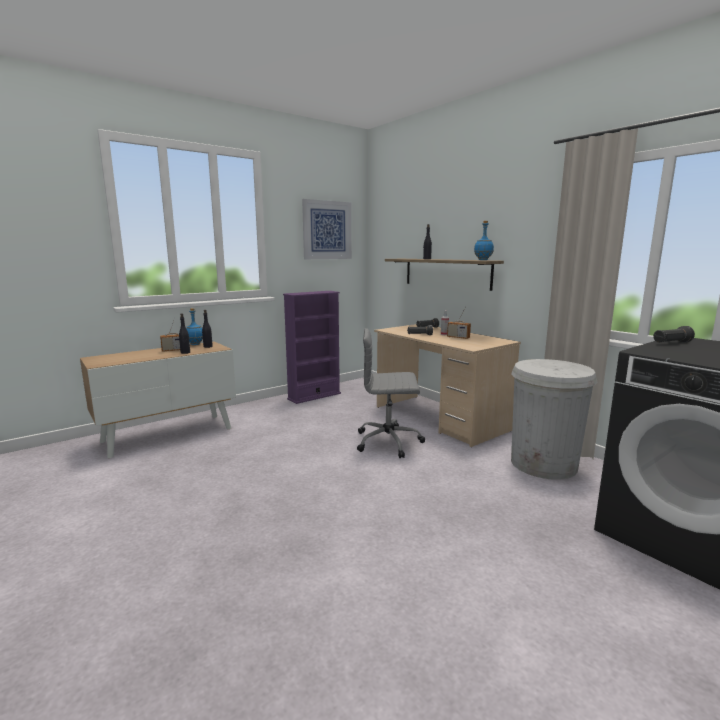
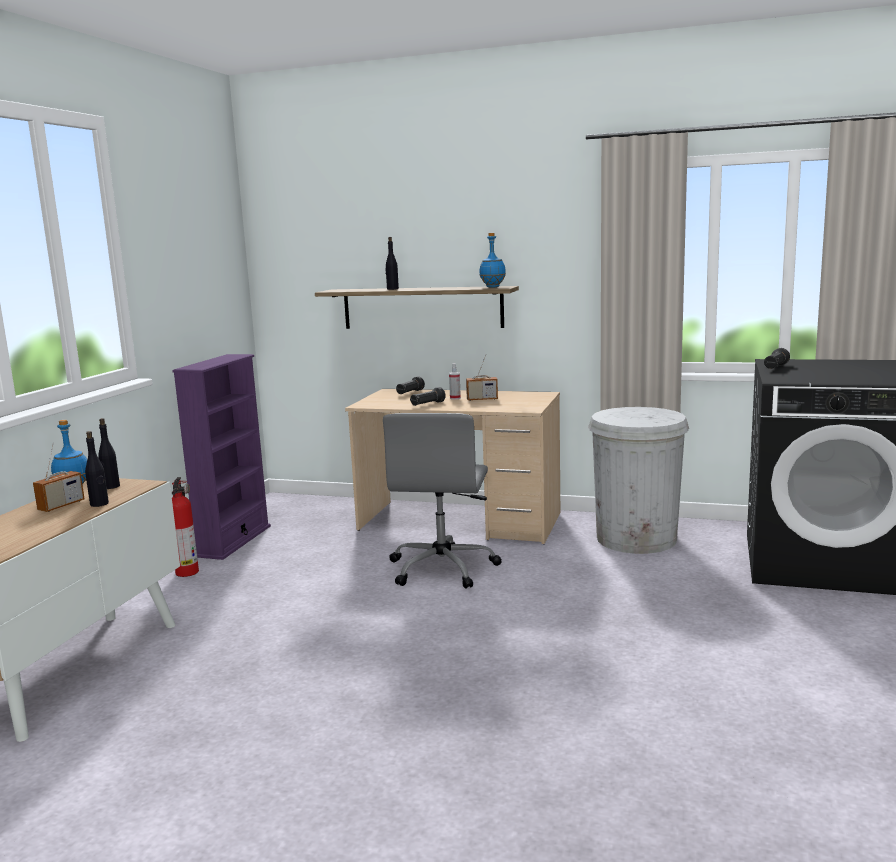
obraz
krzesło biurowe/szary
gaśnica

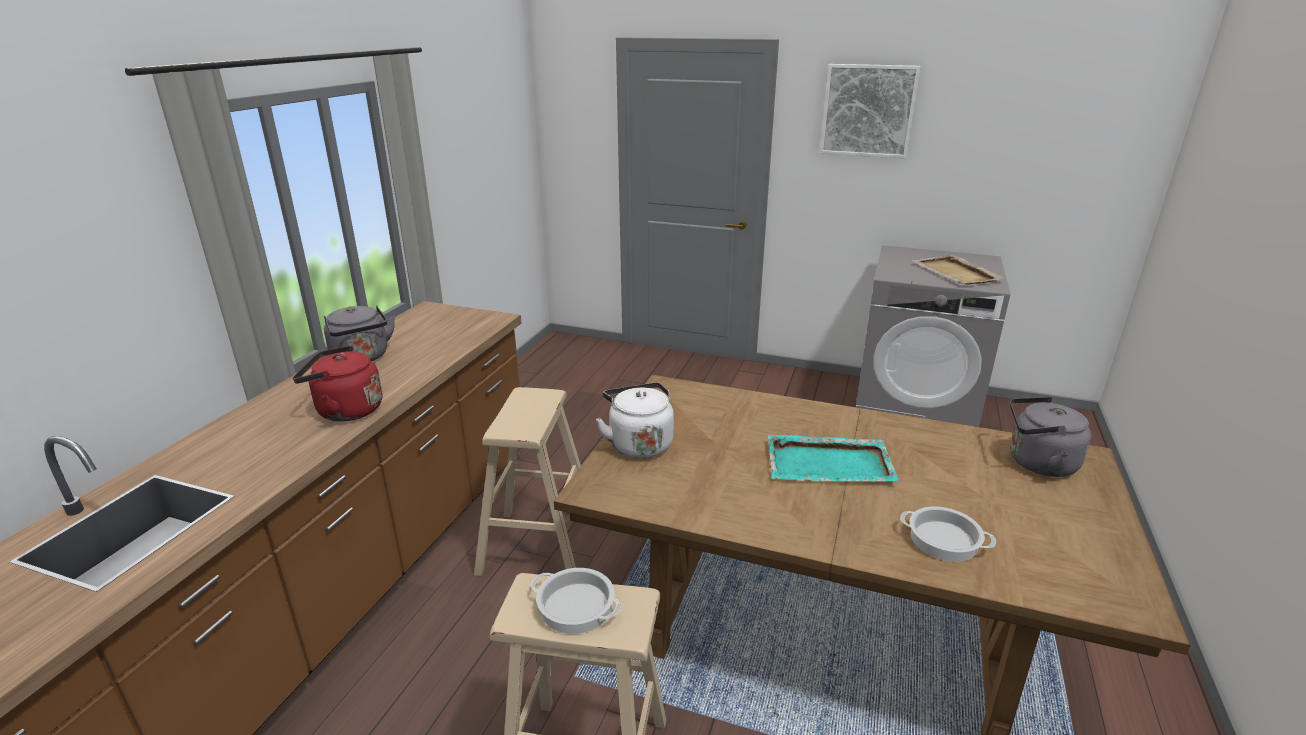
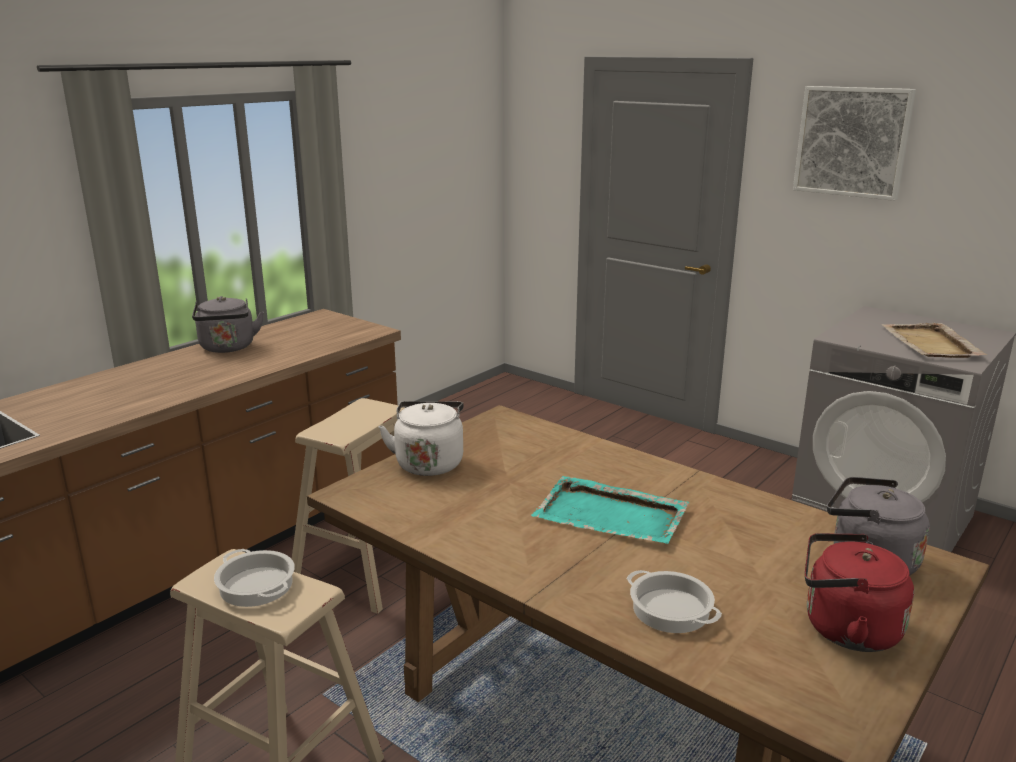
czajnik/czerwony

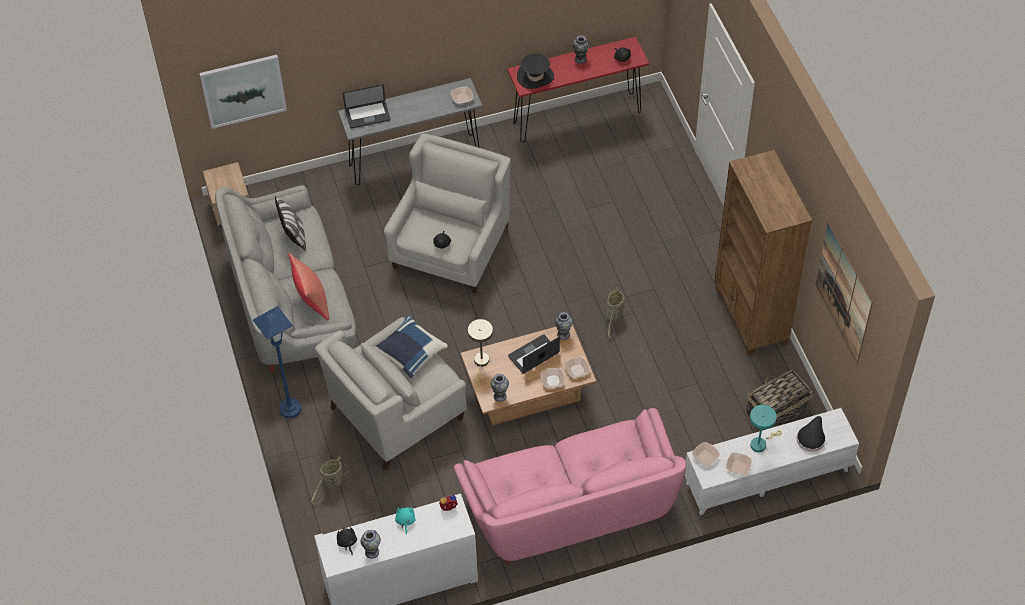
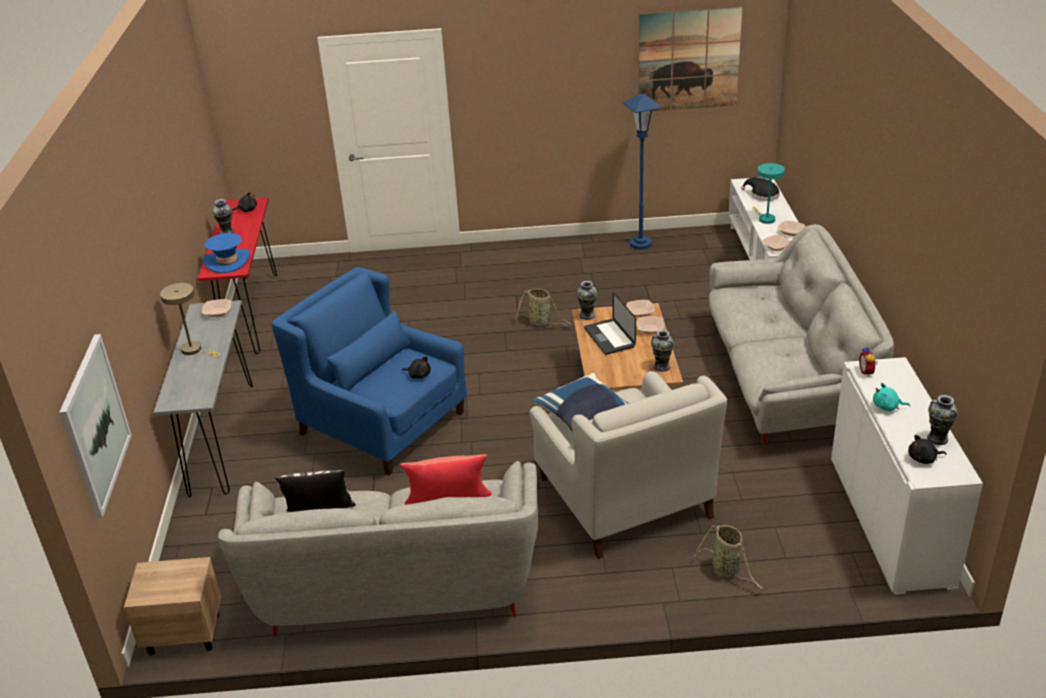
lampa stojąca/niebieski
laptop (no. 1 from left in the first image)
fotel/niebieski
kanapa/szary (no. 2 from left)
lampa stołowa/beżowy
kapelusz/niebieski
regał/brązowy
koszyk (no. 3 from left in the first image)

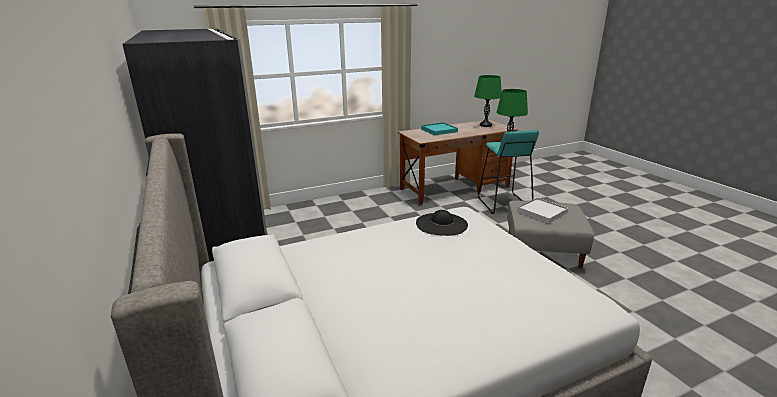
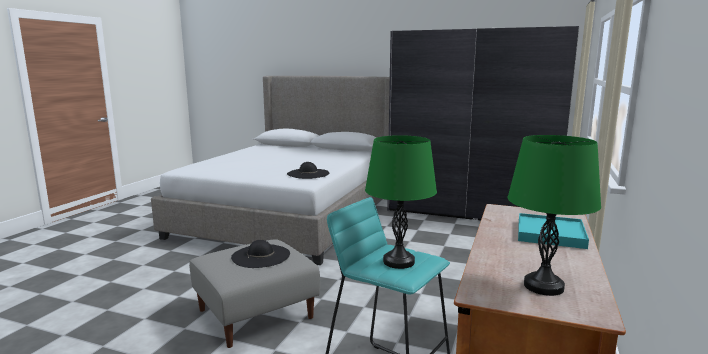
kapelusz/czarny (no. 1 from left)

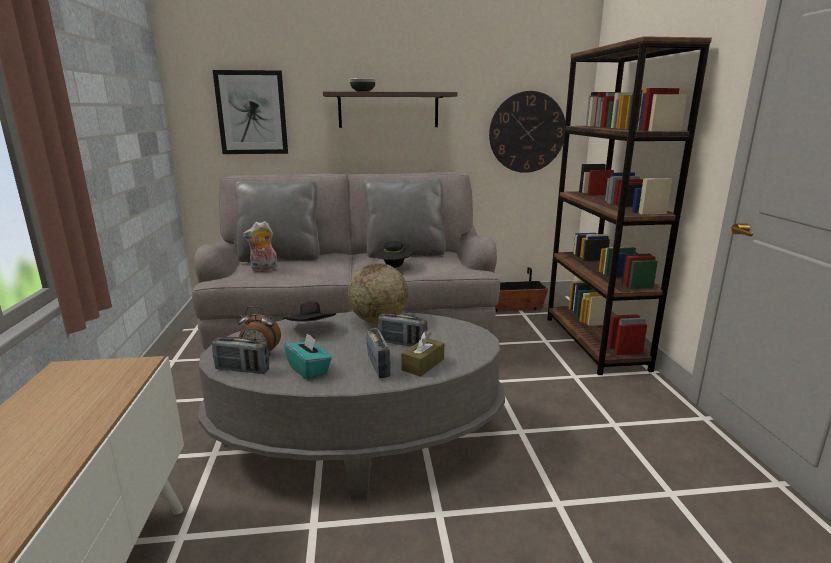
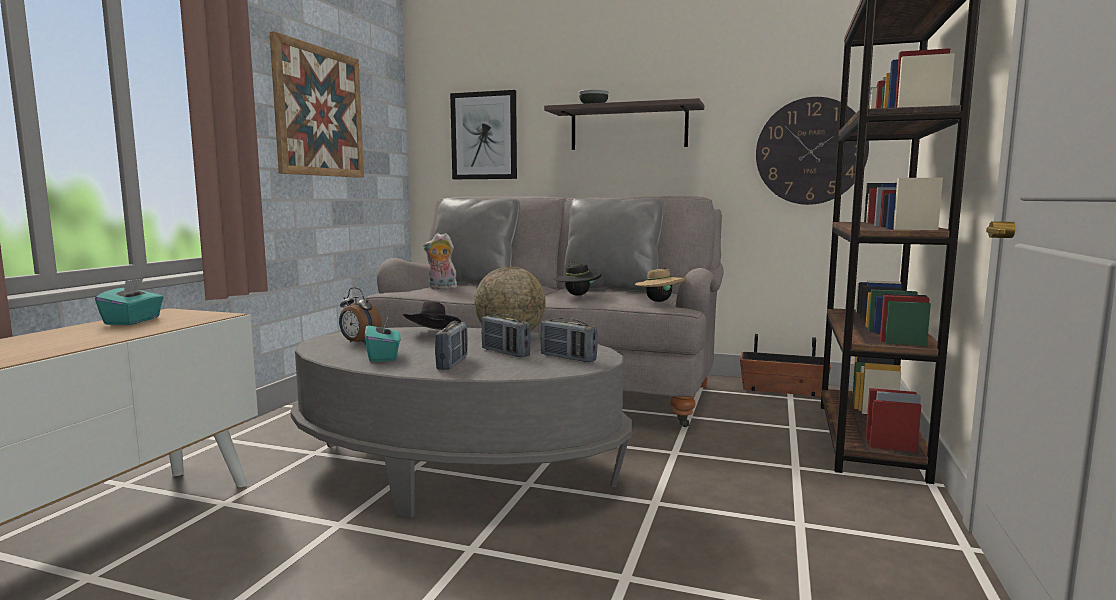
radio (no. 3 from left)
pudełko chusteczek/brązowy
pudełko chusteczek/turkusowy (no. 1 from left)
obraz (no. 1 from left)
kapelusz/beżowy

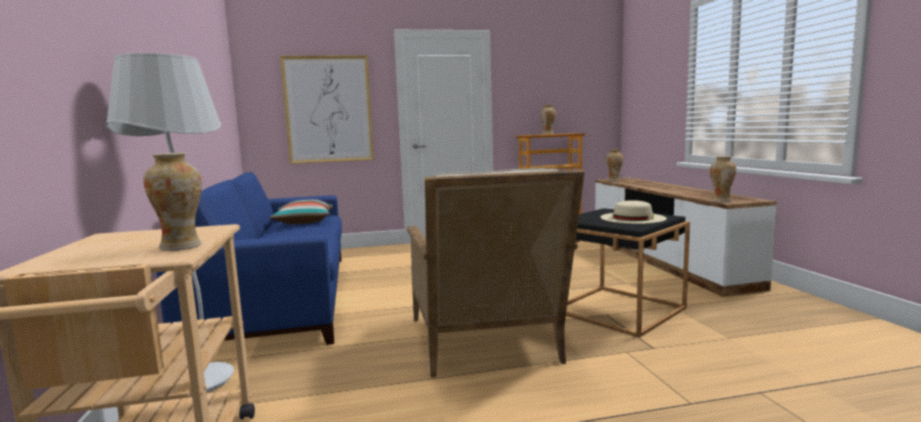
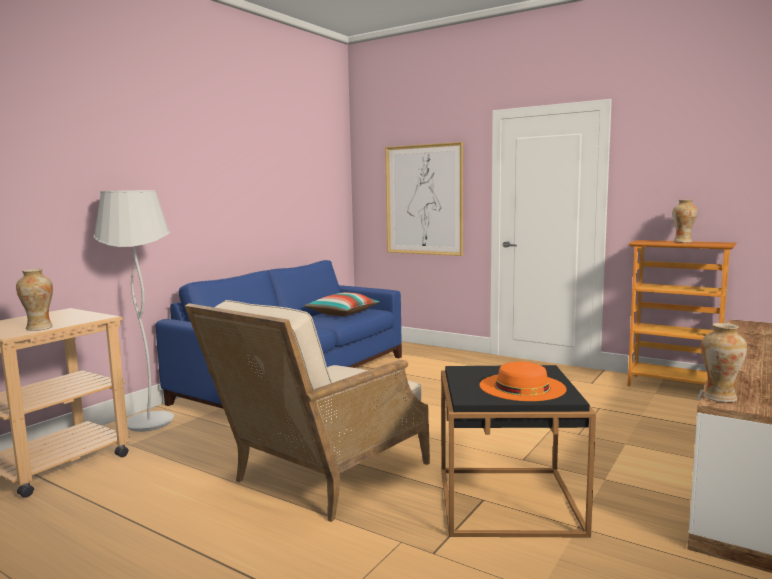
kapelusz/pomarańczowy
wazon (no. 3 from left in the first image)

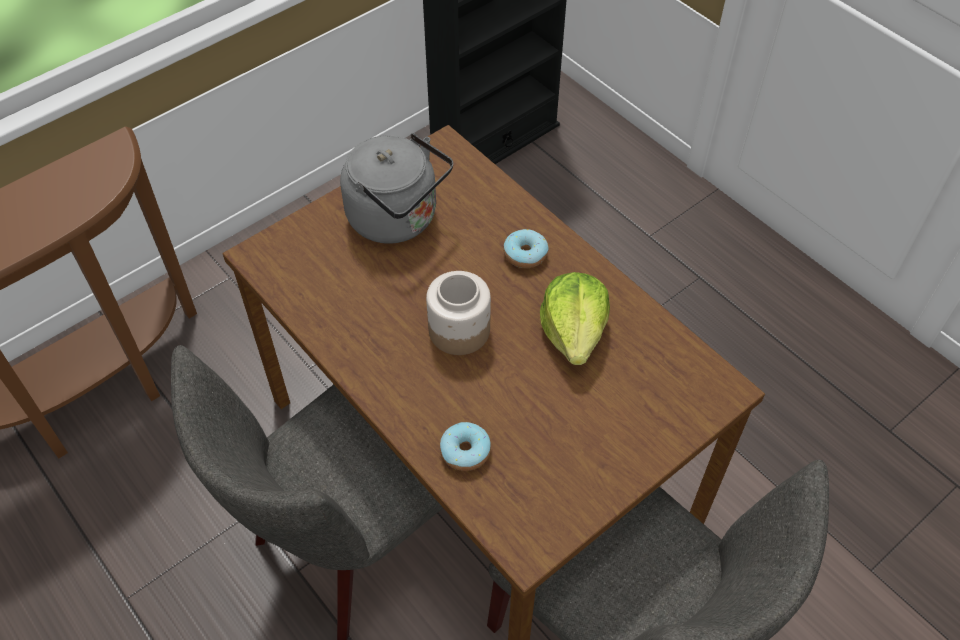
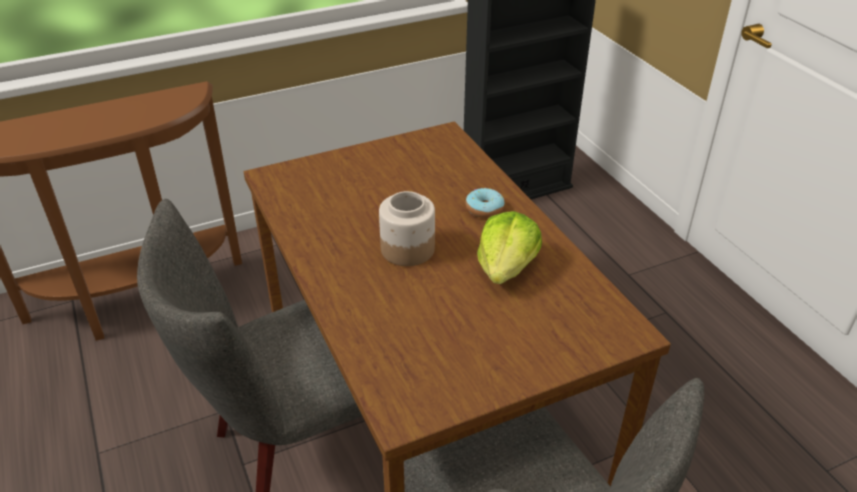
czajnik/szary
donut (no. 1 from left in the first image)

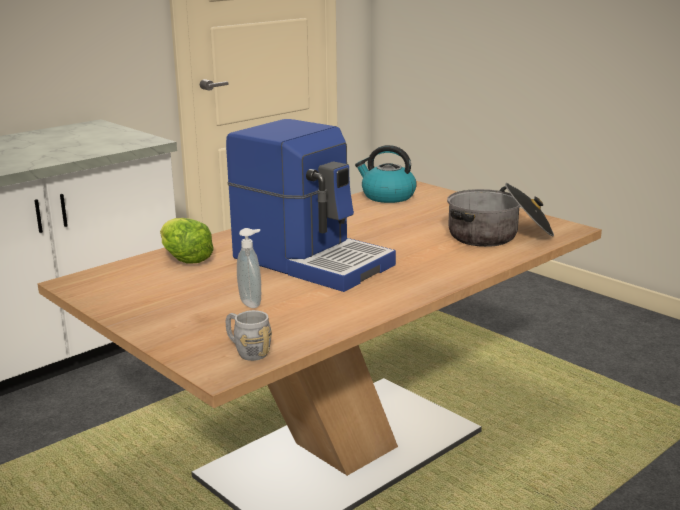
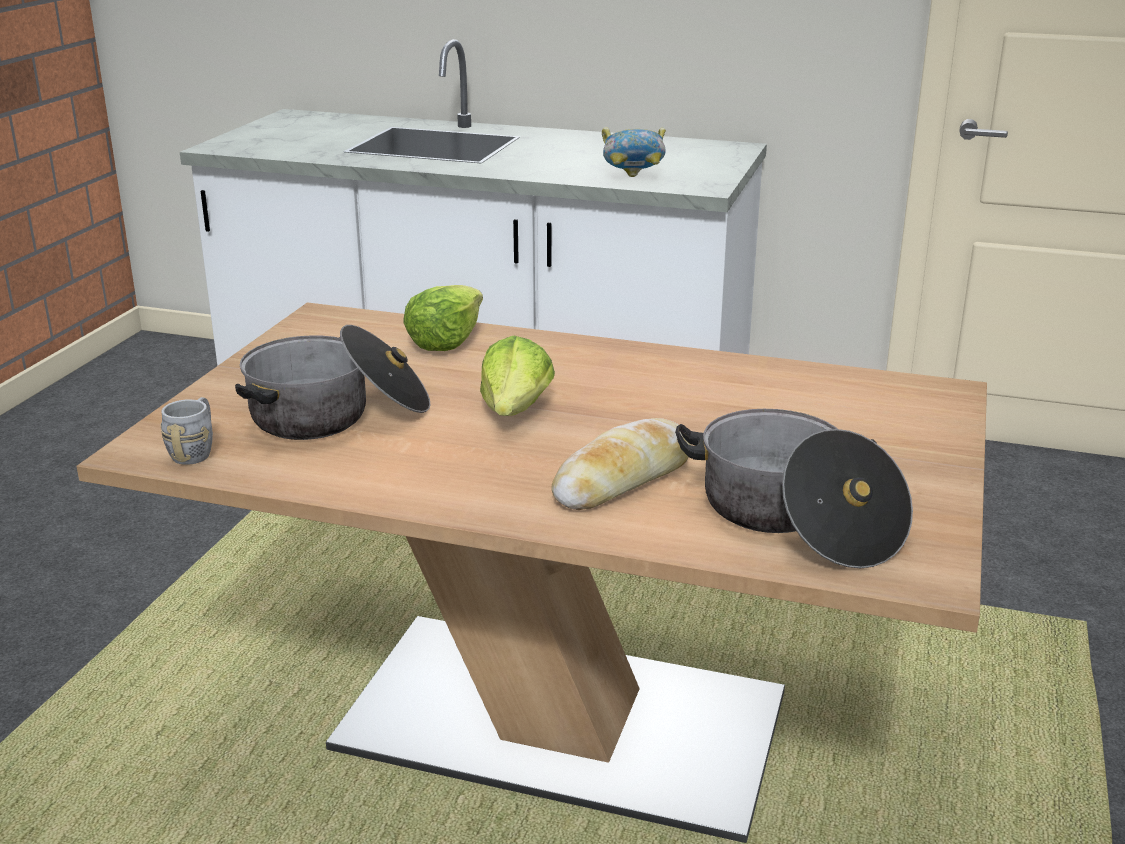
sałata (no. 2 from left)
garnek (no. 1 from left)
czajnik
chleb
miska

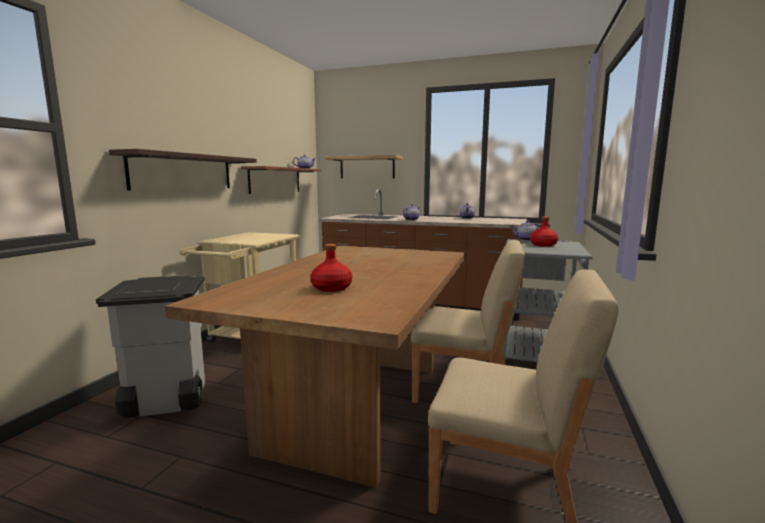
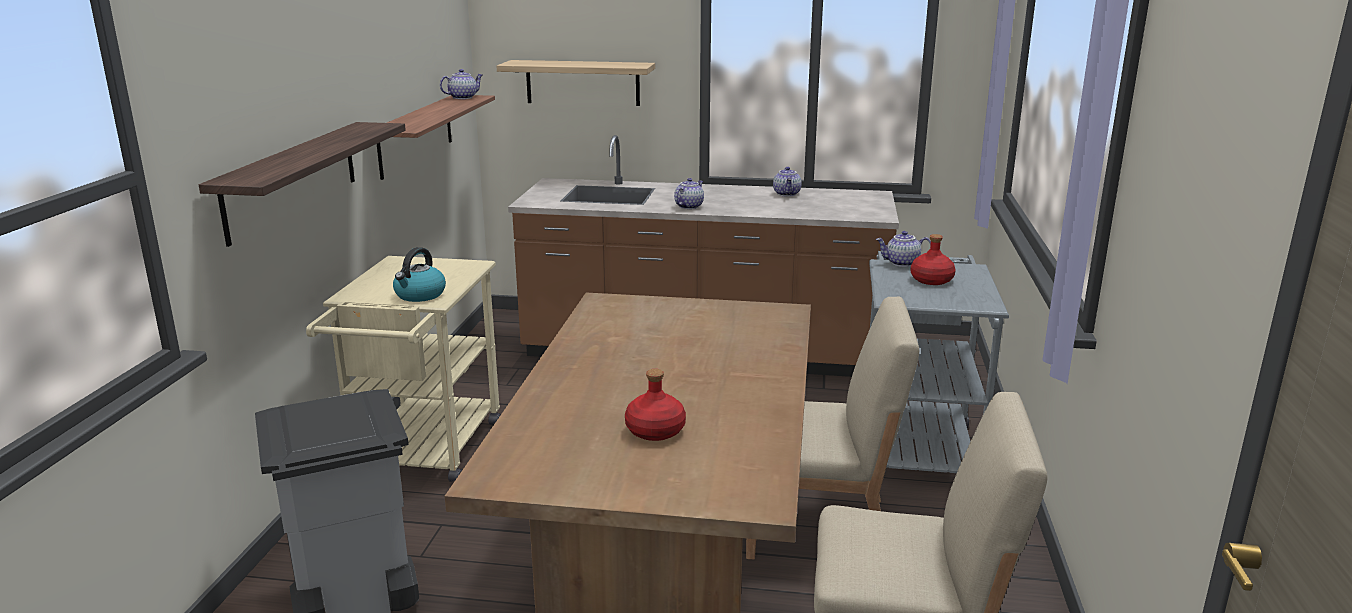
czajnik

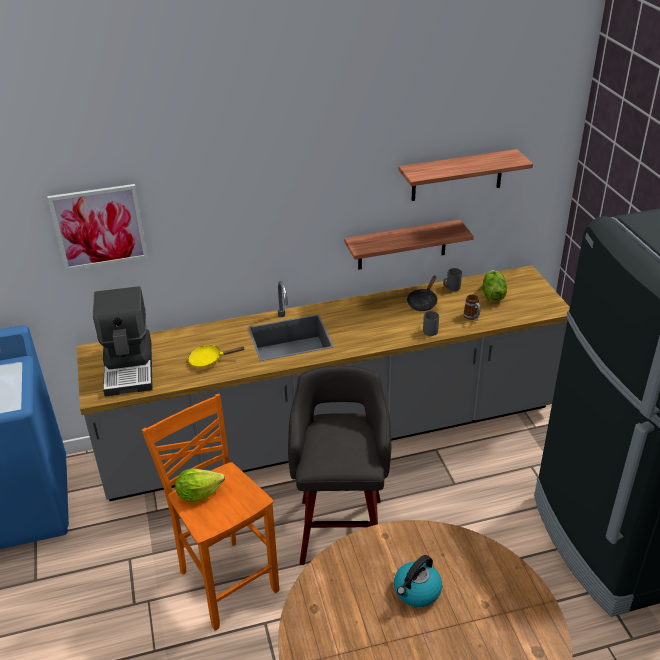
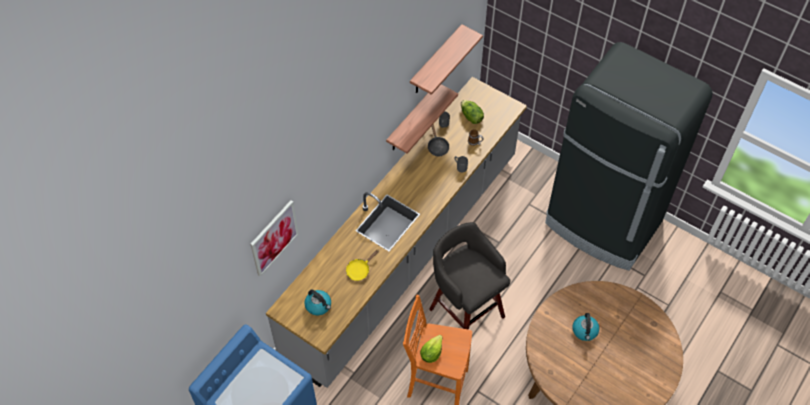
czajnik (no. 1 from left)

